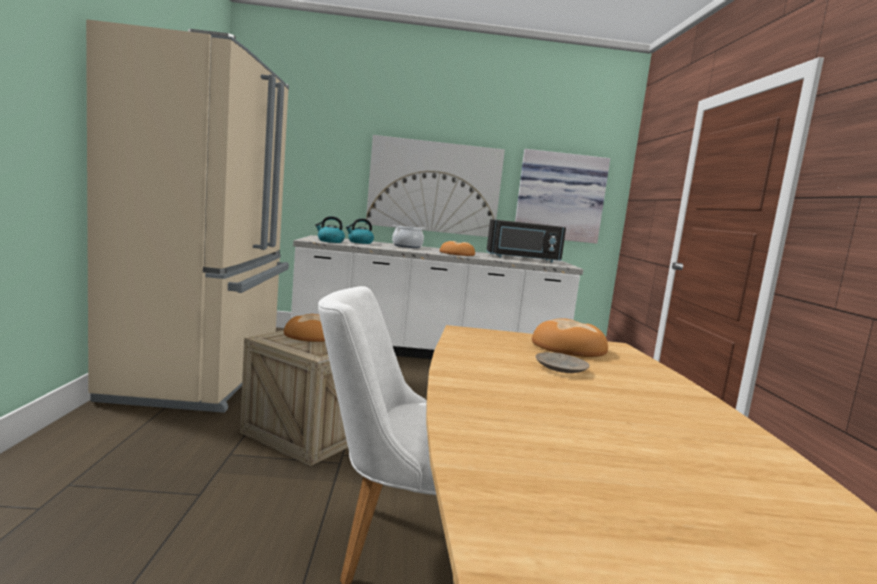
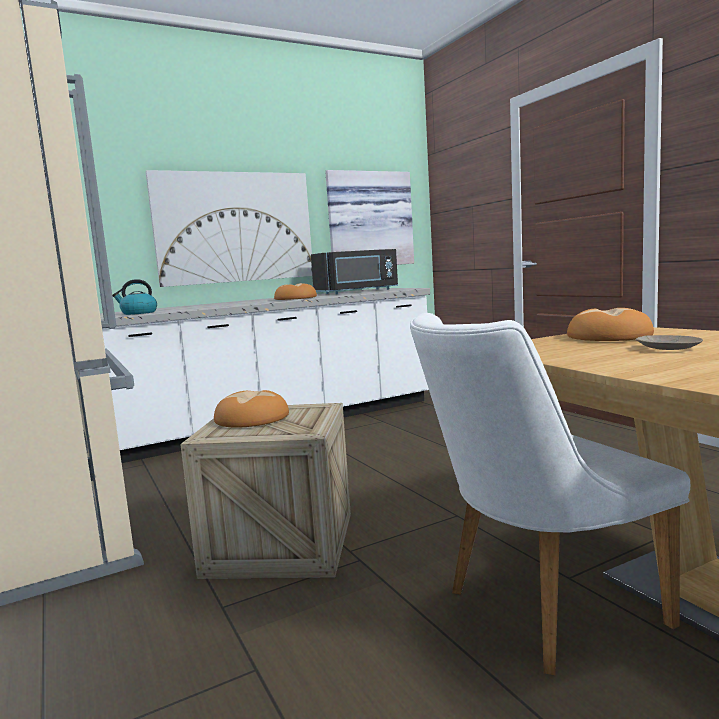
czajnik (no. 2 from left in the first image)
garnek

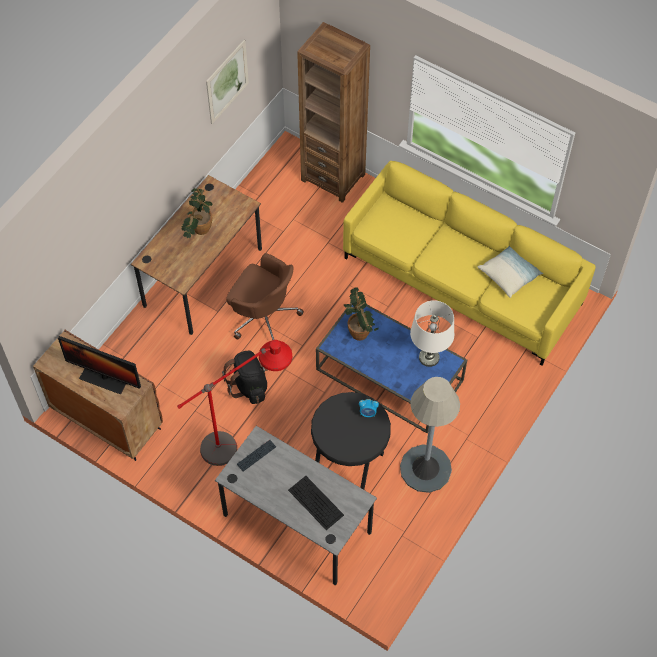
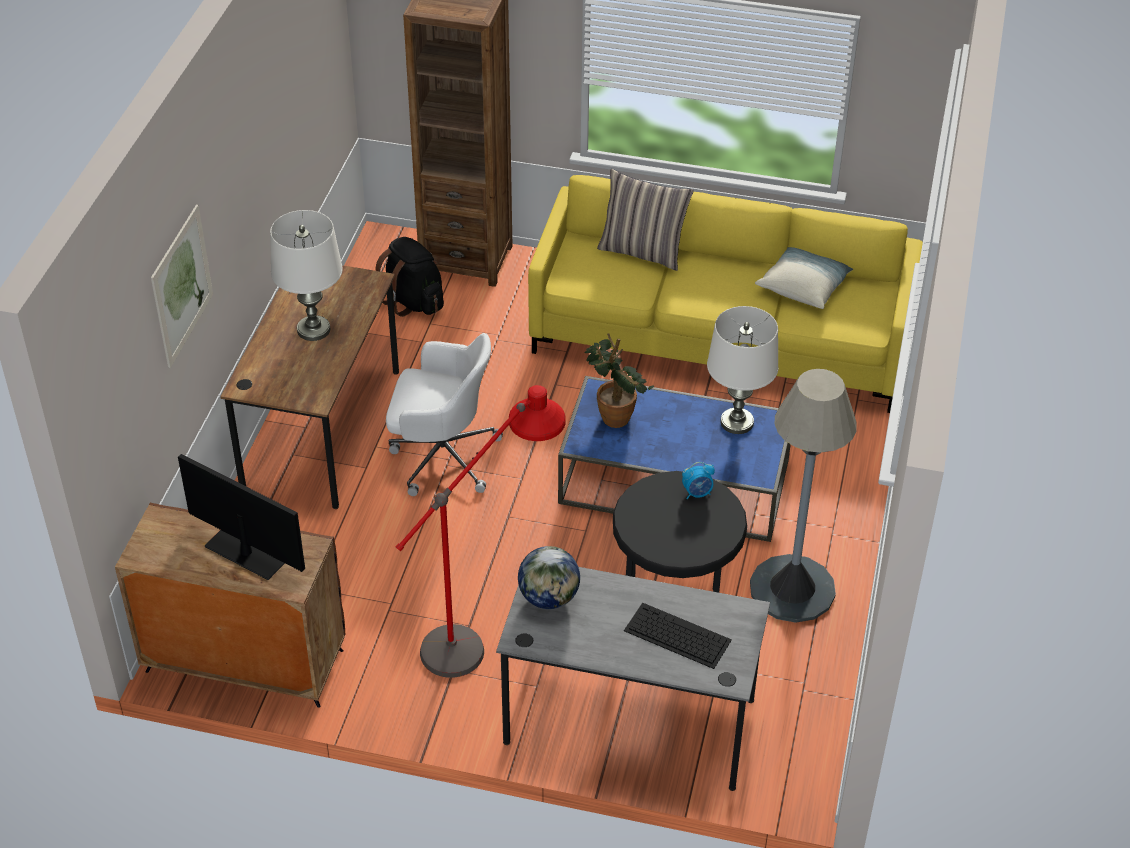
monitor
lampa stołowa/biały (no. 1 from left)
obraz
plecak/czarny
krzesło biurowe/biały
globus
poduszka (no. 1 from left)

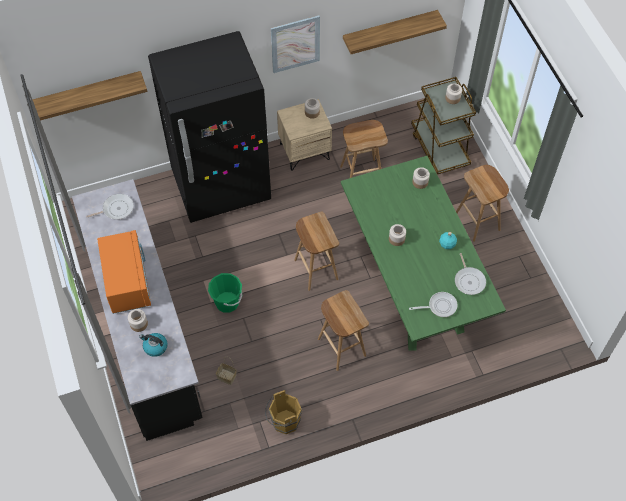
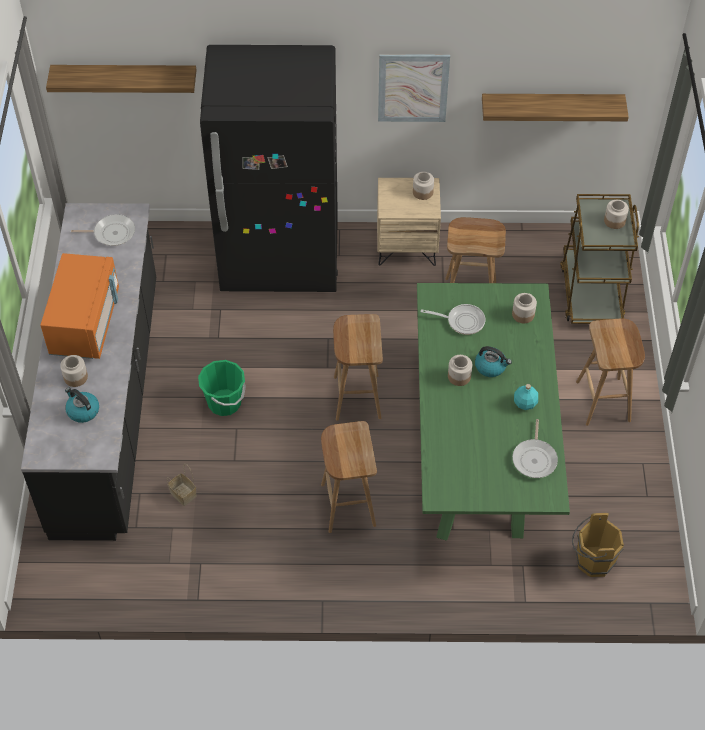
wiadro/brązowy
patelnia (no. 2 from left)
czajnik (no. 2 from left)

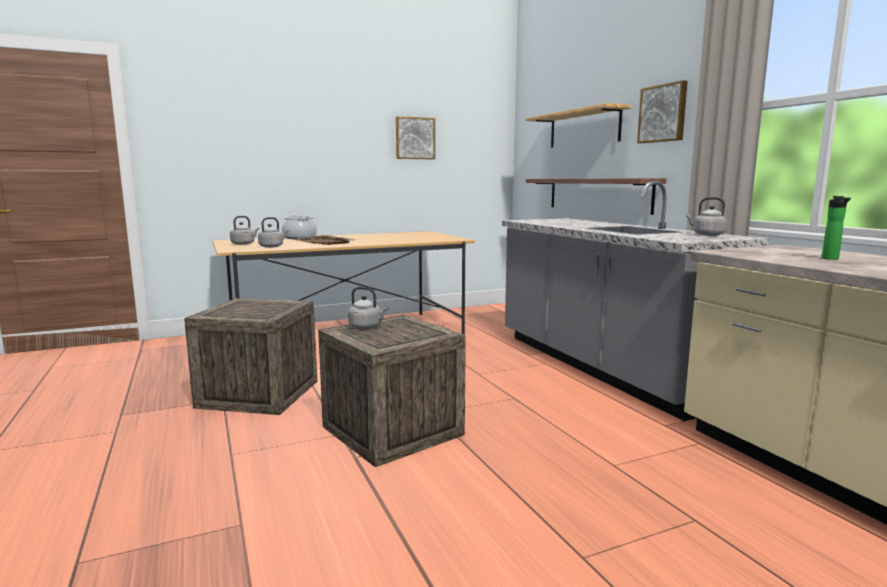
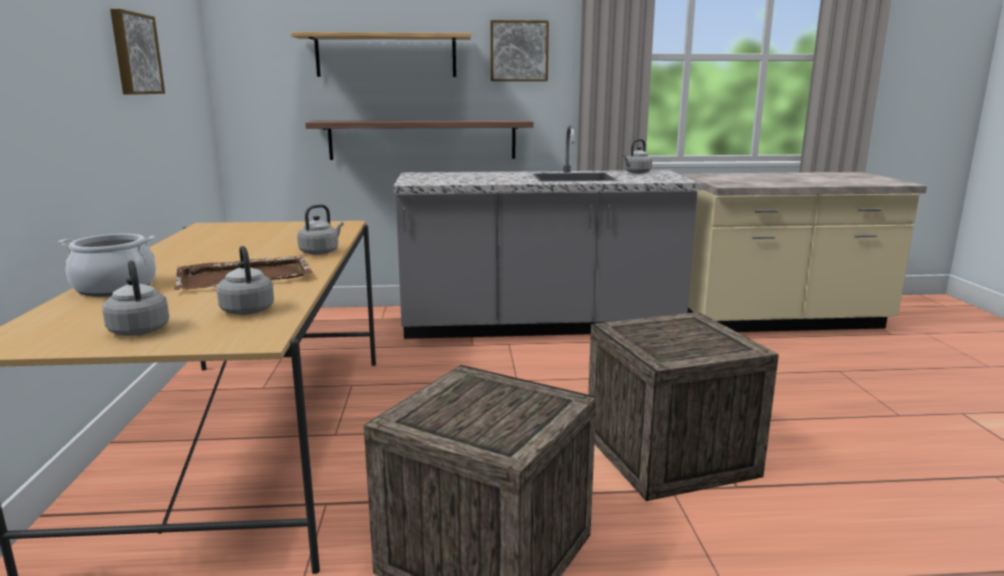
czajnik/szary (no. 3 from left)
butelka

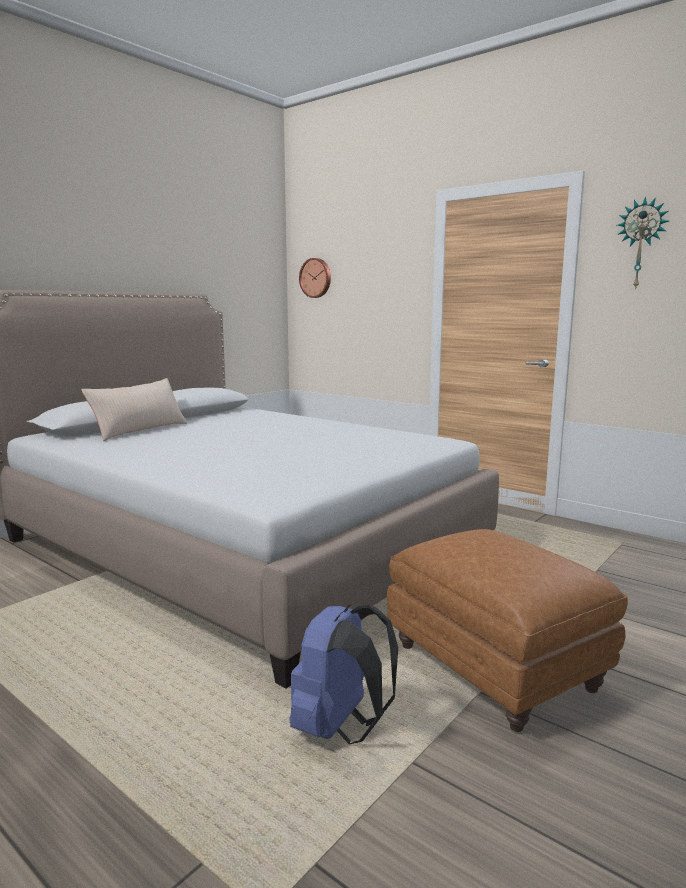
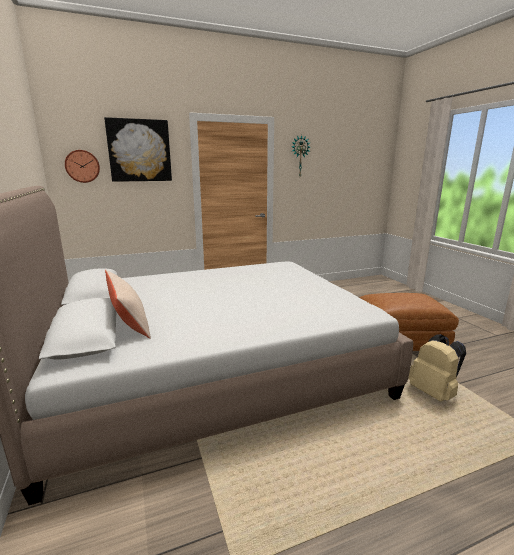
plecak/beżowy
obraz

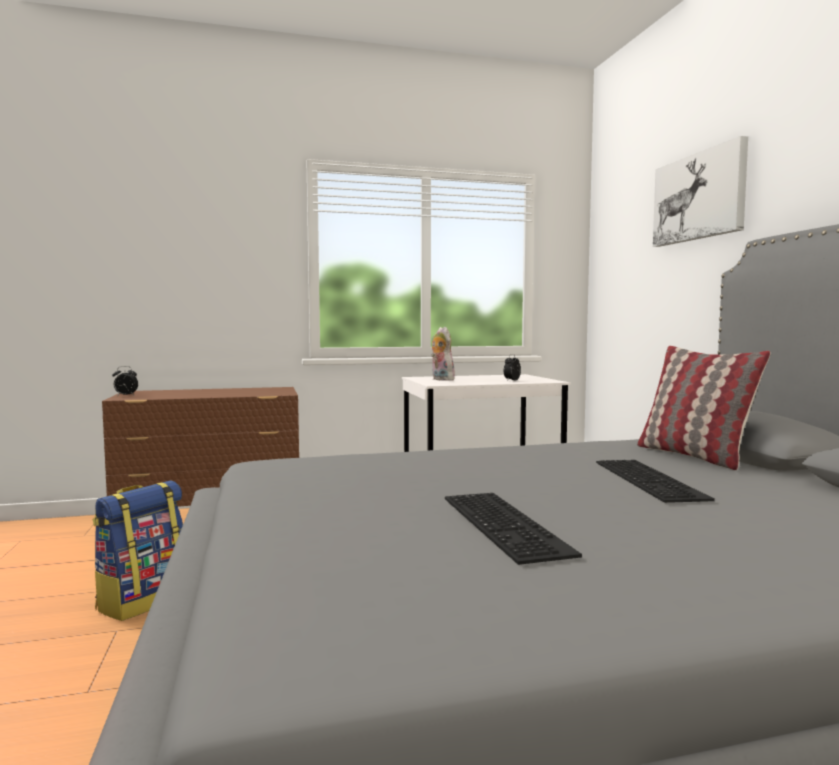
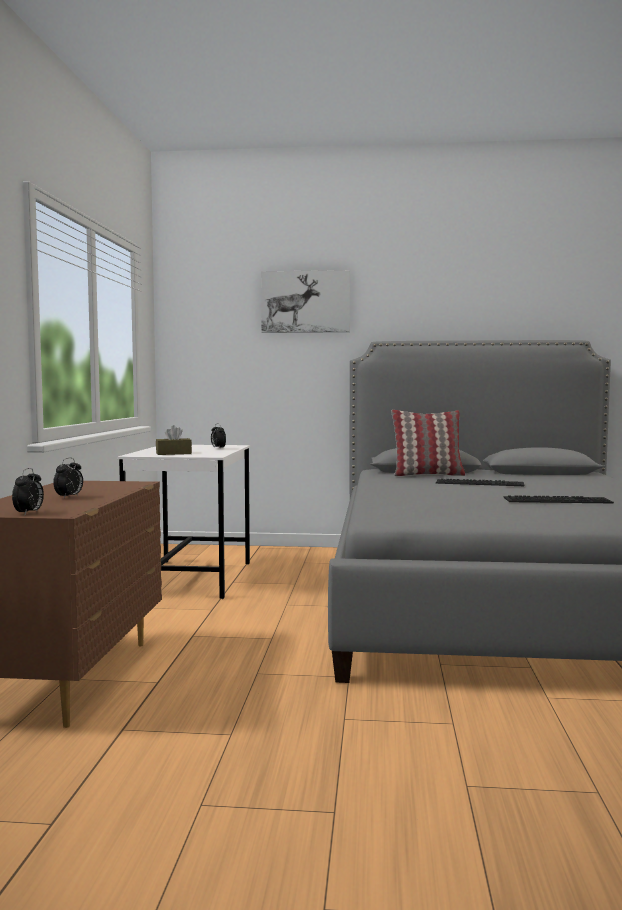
plecak
pudełko chusteczek/brązowy
budzik (no. 2 from left)

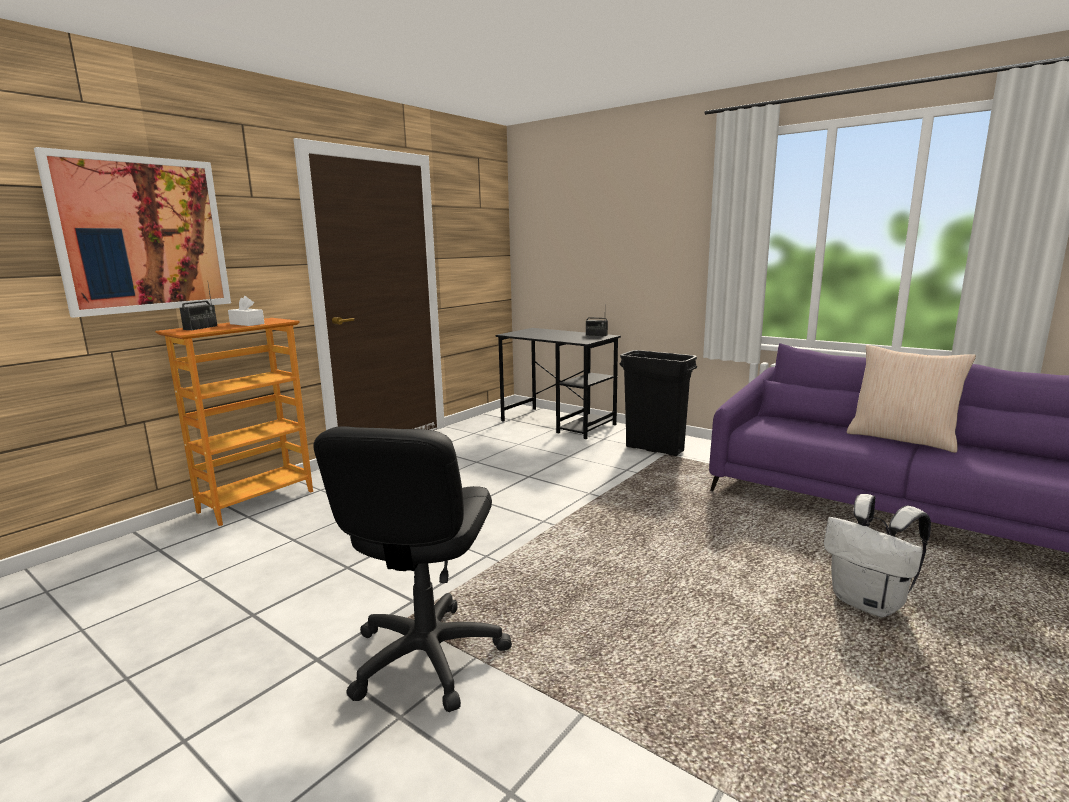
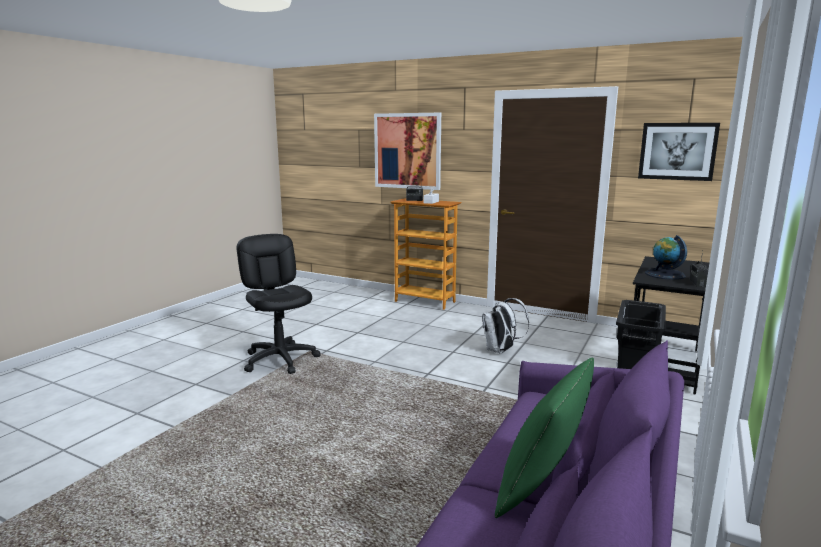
krzesło biurowe/czarny
plecak/biały
poduszka/zielony
obraz (no. 2 from left)
globus

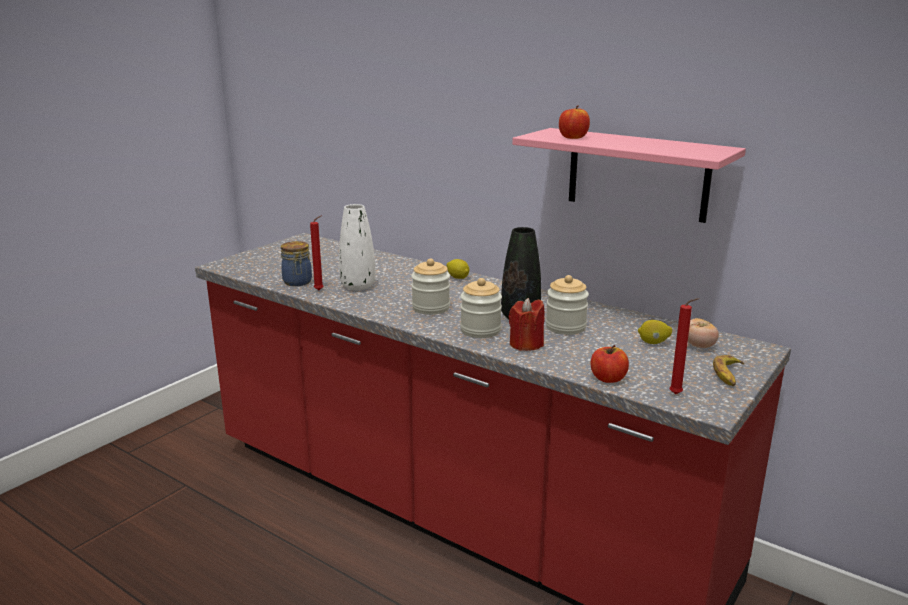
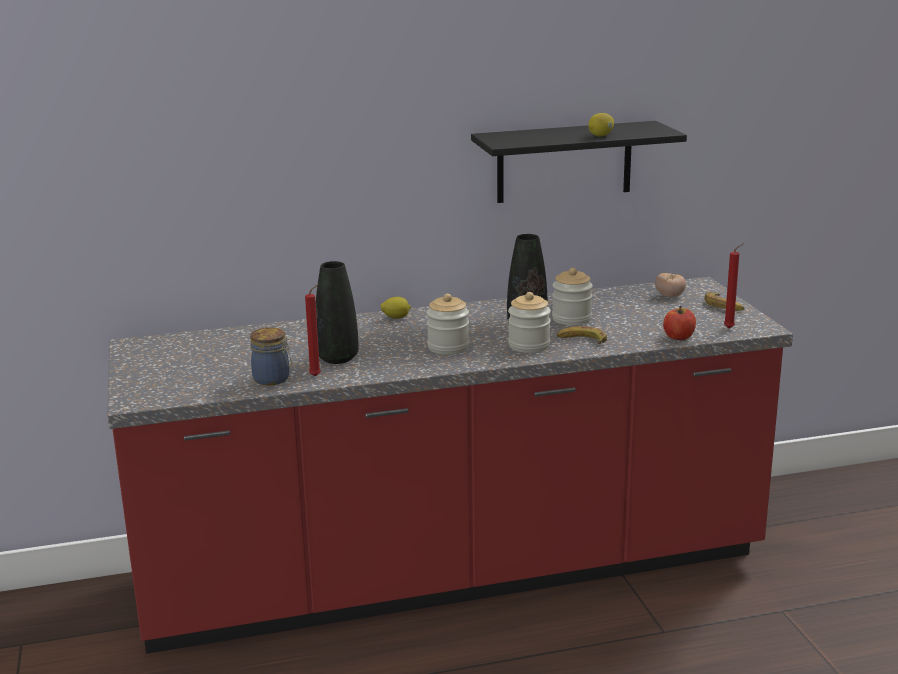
wazon/czarny (no. 1 from left)
banan (no. 1 from left)
półka/czarny
jabłko (no. 1 from left in the first image)
cytryna (no. 2 from left)

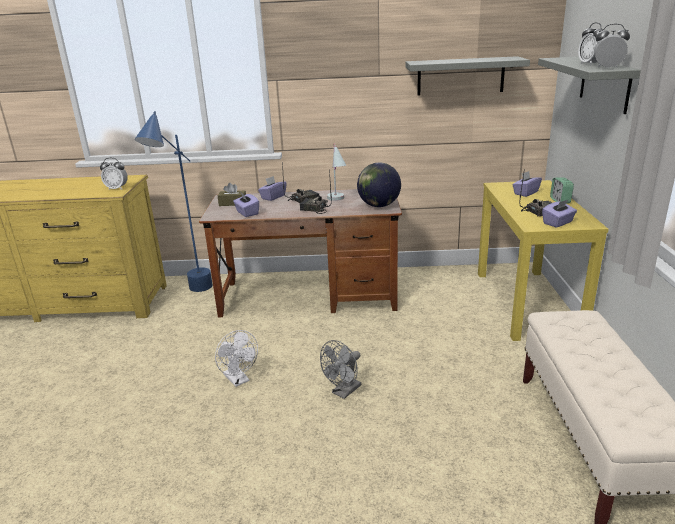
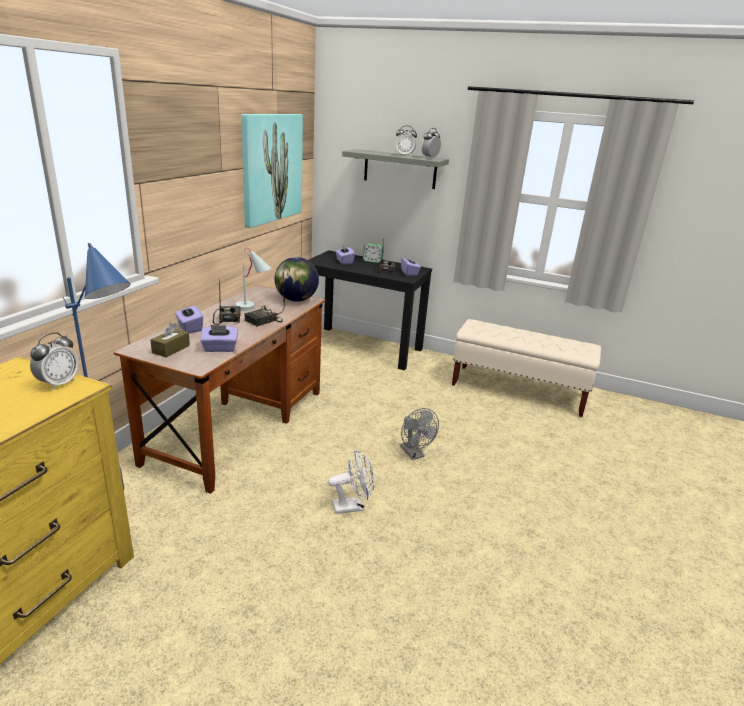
obraz
stolik konsolowy/czarny

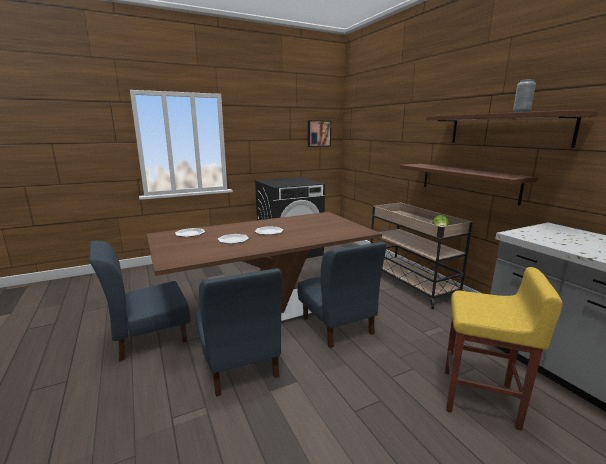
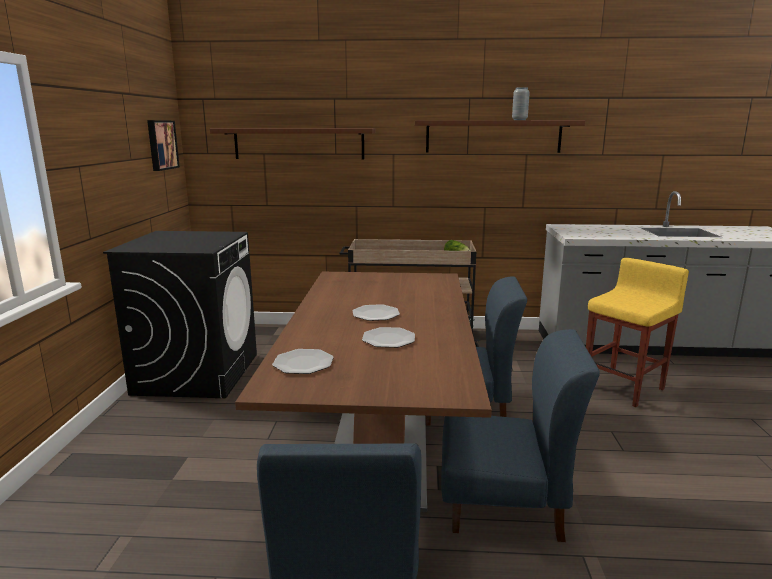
półka/brązowy (no. 1 from left)

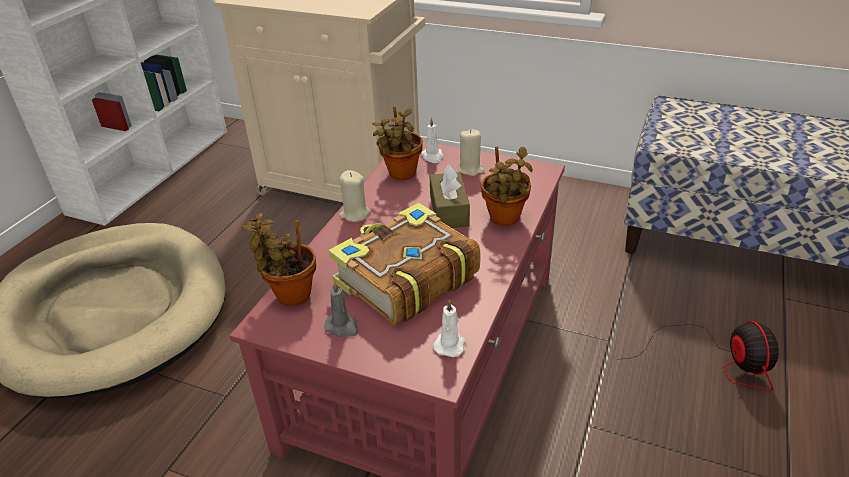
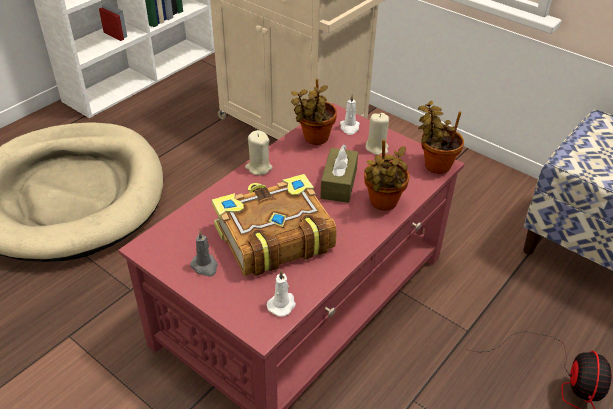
roślina doniczkowa (no. 3 from left)

